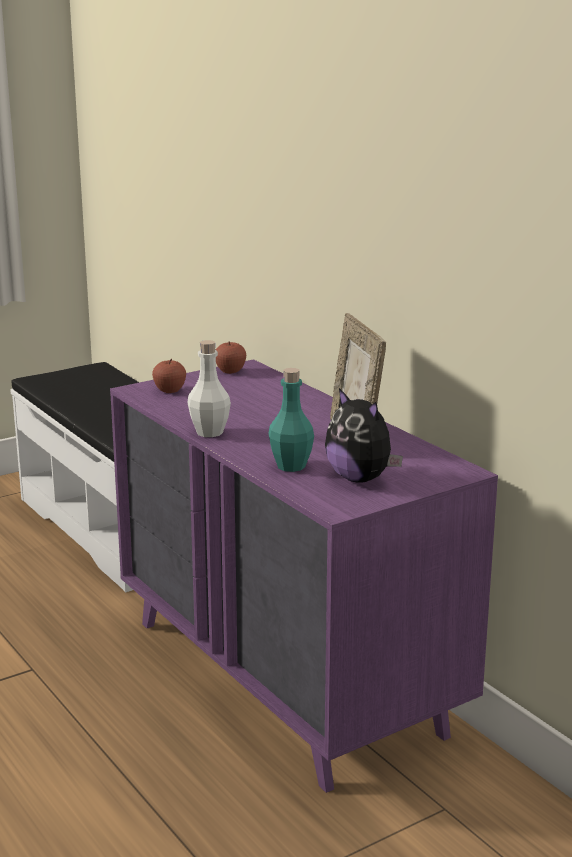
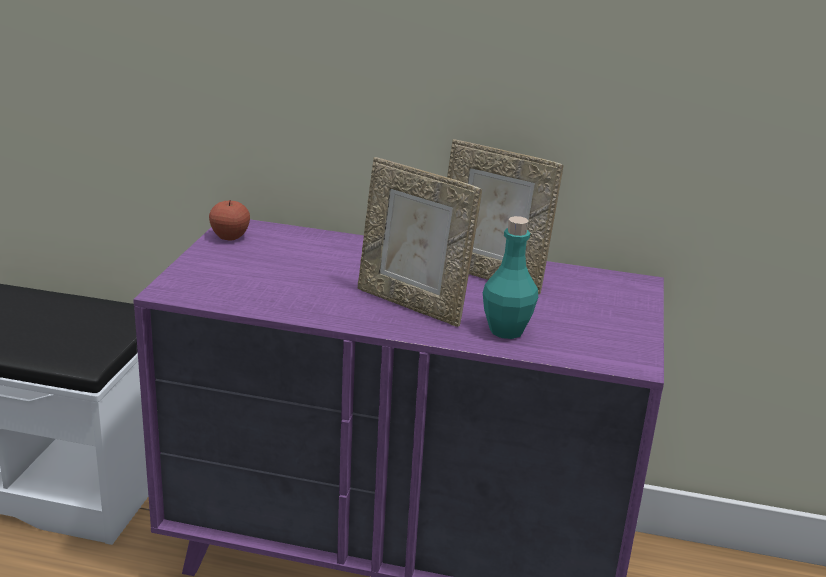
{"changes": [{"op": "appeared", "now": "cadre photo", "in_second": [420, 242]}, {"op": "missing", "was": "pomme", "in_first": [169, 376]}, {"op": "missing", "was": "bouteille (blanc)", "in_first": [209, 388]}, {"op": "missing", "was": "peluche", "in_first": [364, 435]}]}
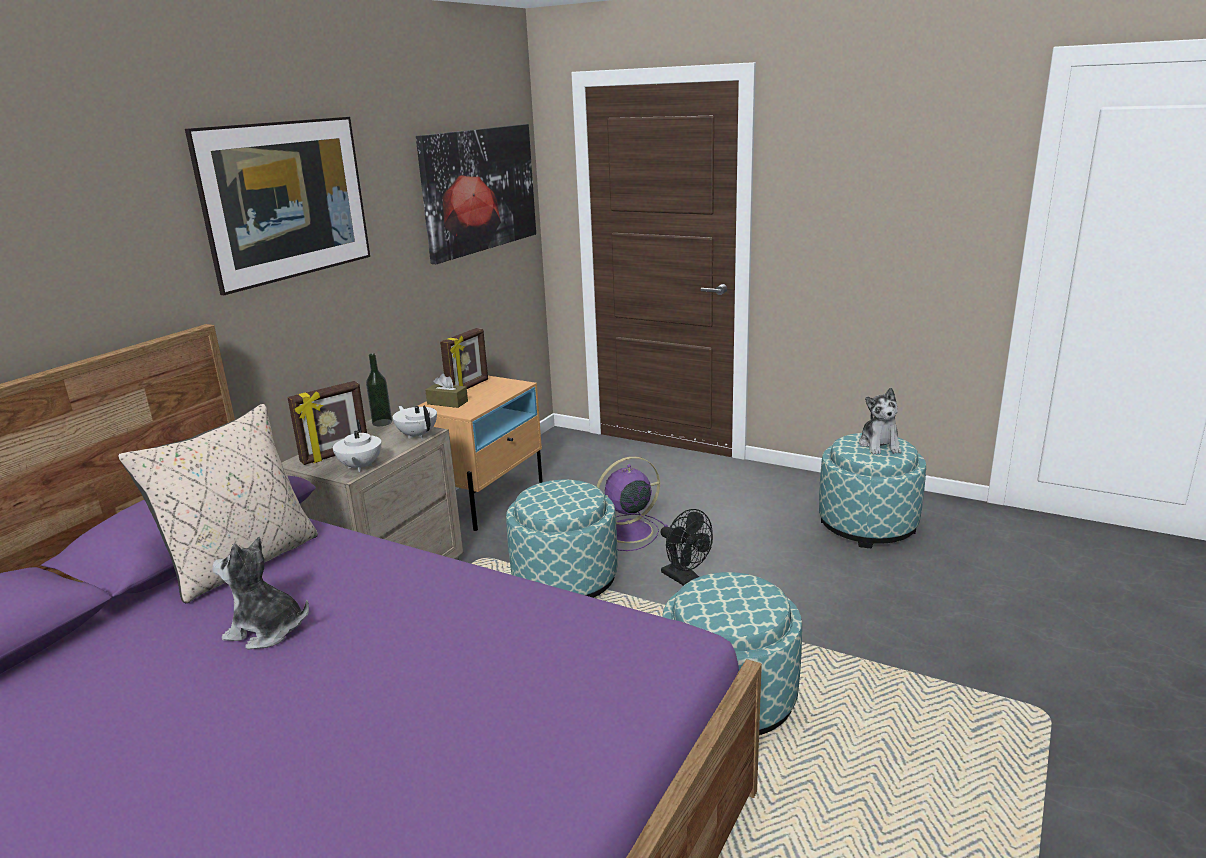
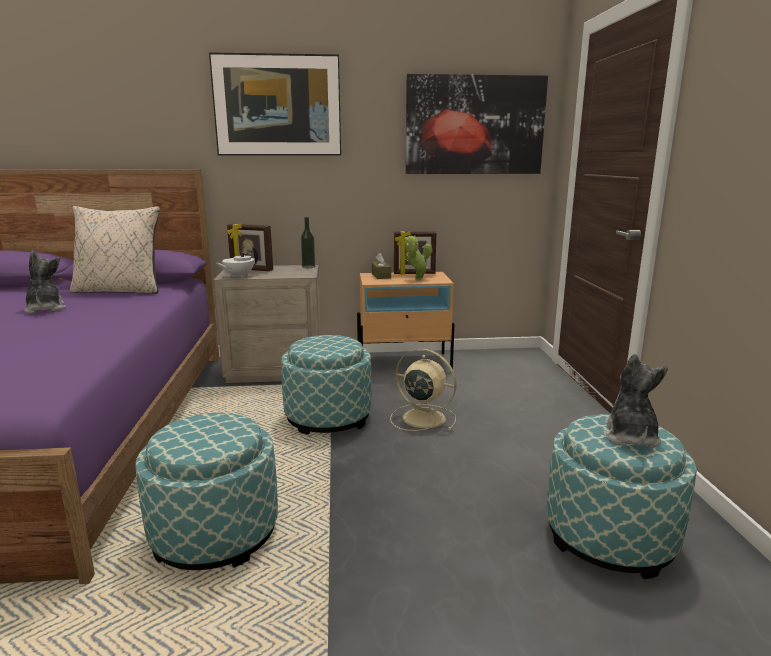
{"changes": [{"op": "colour", "was": "ventilateur (violet)", "now": "ventilateur (beige)", "in_first": [632, 503], "in_second": [423, 389]}, {"op": "appeared", "now": "plante en pot", "in_second": [419, 258]}, {"op": "spun", "was": "peluche", "in_first": [880, 421], "in_second": [635, 401], "clockwise": 135}, {"op": "missing", "was": "théière (blanc)", "in_first": [415, 422]}, {"op": "missing", "was": "ventilateur (noir)", "in_first": [686, 547]}]}
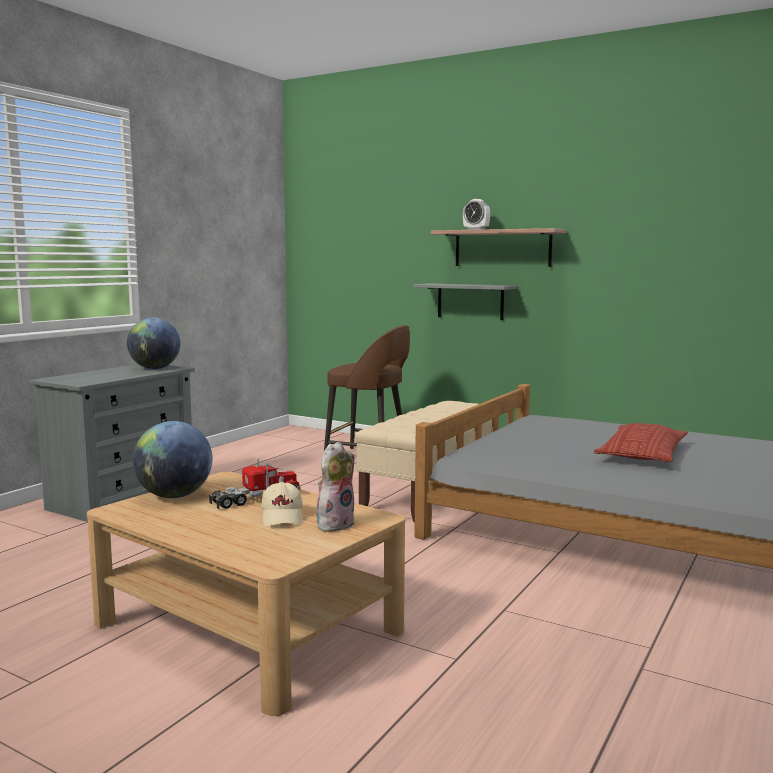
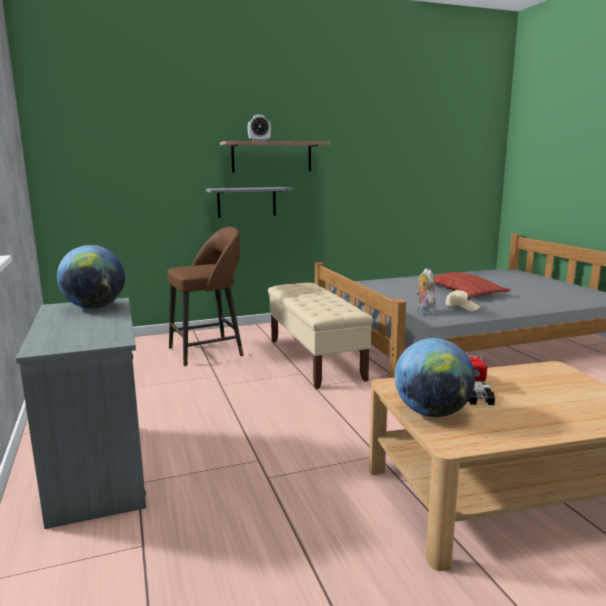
{"changes": [{"op": "relocated", "was": "peluche", "in_first": [335, 487], "in_second": [426, 291]}, {"op": "relocated", "was": "casquette (beige)", "in_first": [282, 503], "in_second": [463, 300]}]}
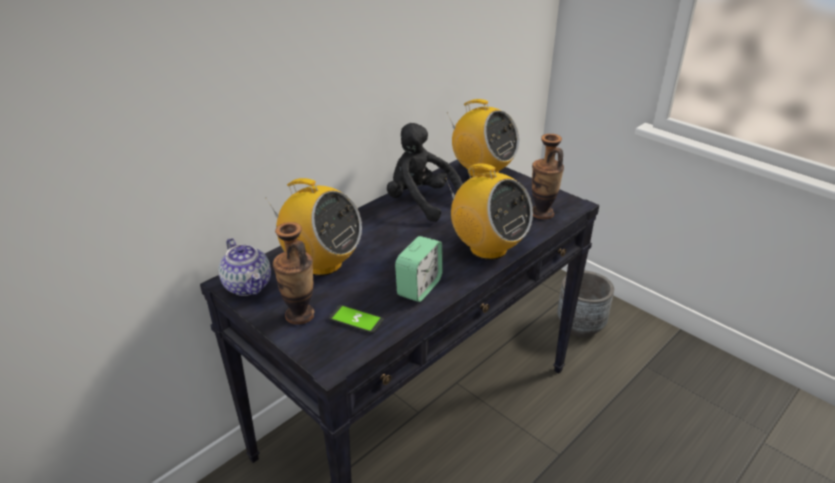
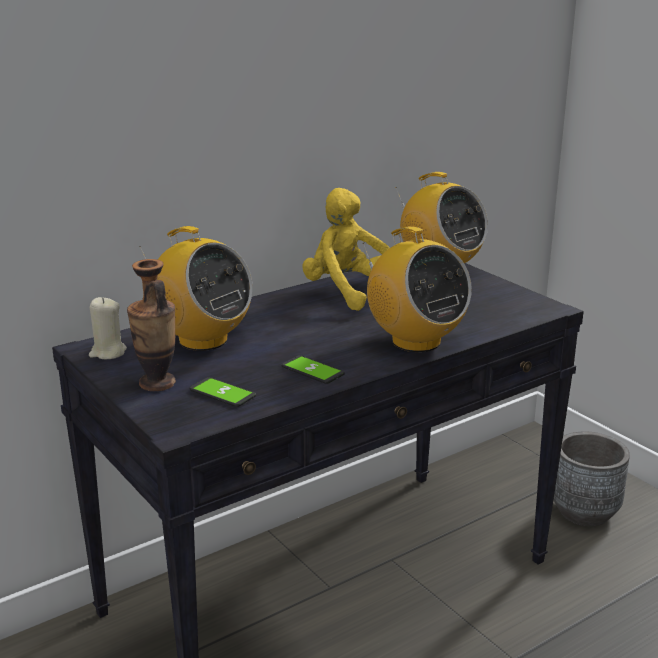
{"changes": [{"op": "exchanged", "was": "théière", "now": "bougie (beige)", "in_first": [245, 267], "in_second": [108, 328]}, {"op": "exchanged", "was": "réveil", "now": "téléphone", "in_first": [419, 269], "in_second": [313, 369]}, {"op": "colour", "was": "peluche (noir)", "now": "peluche (jaune)", "in_first": [425, 172], "in_second": [346, 249]}, {"op": "missing", "was": "vase", "in_first": [548, 176]}]}
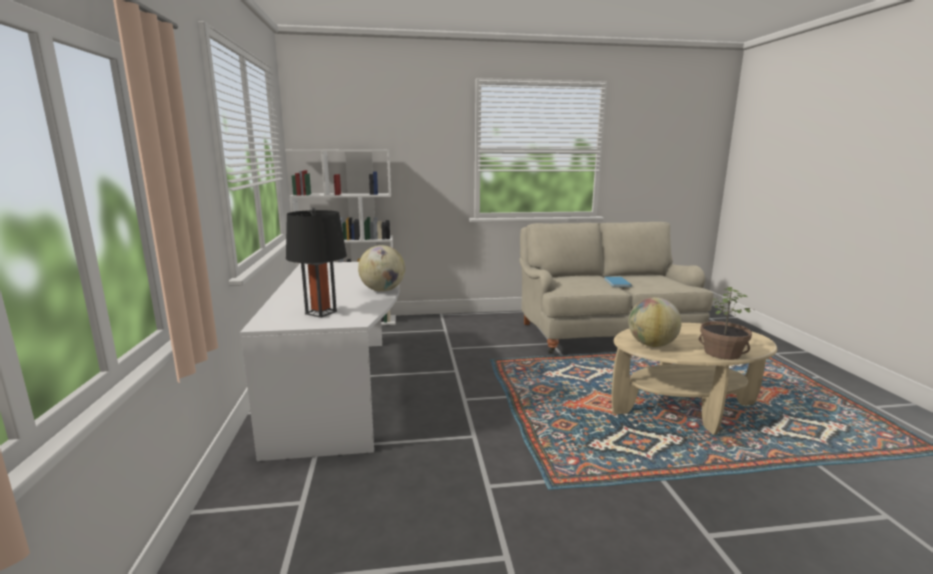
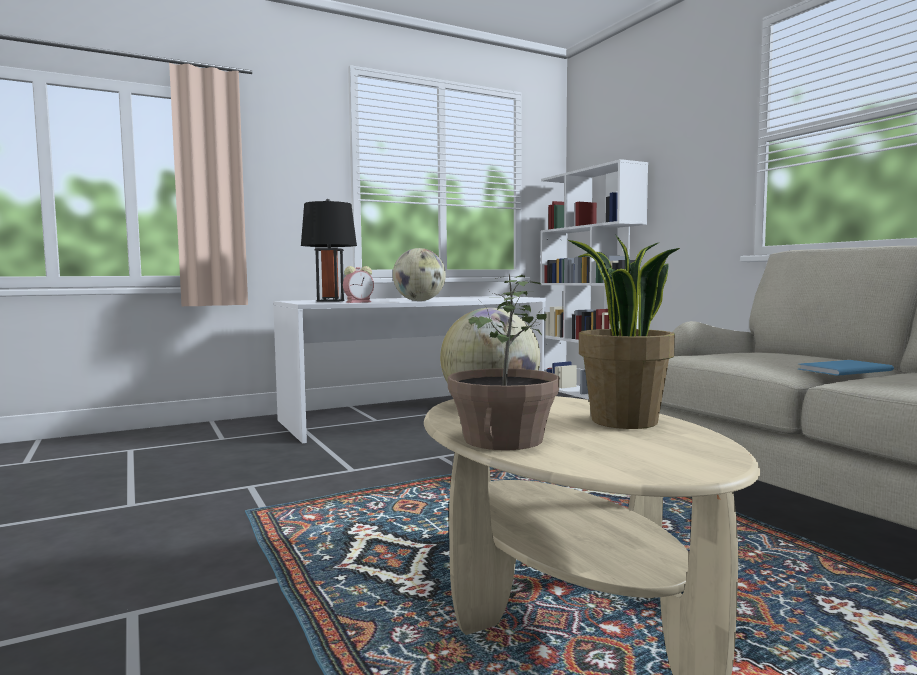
{"changes": [{"op": "appeared", "now": "réveil", "in_second": [358, 284]}, {"op": "appeared", "now": "plante en pot", "in_second": [624, 332]}]}
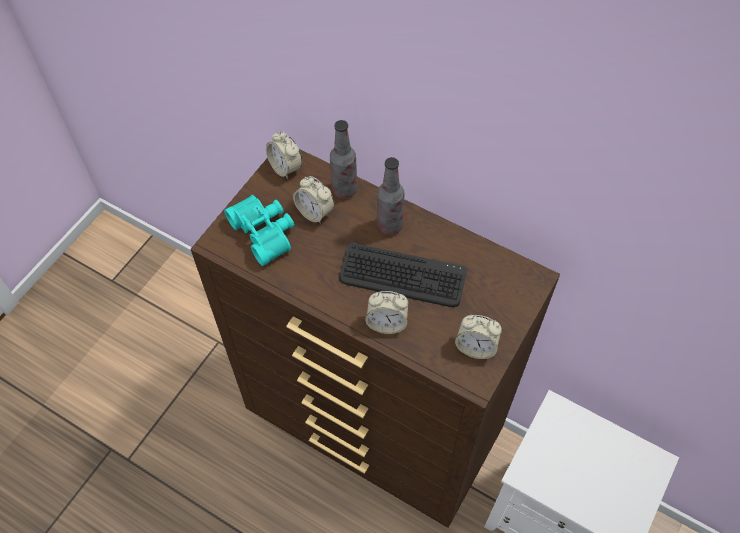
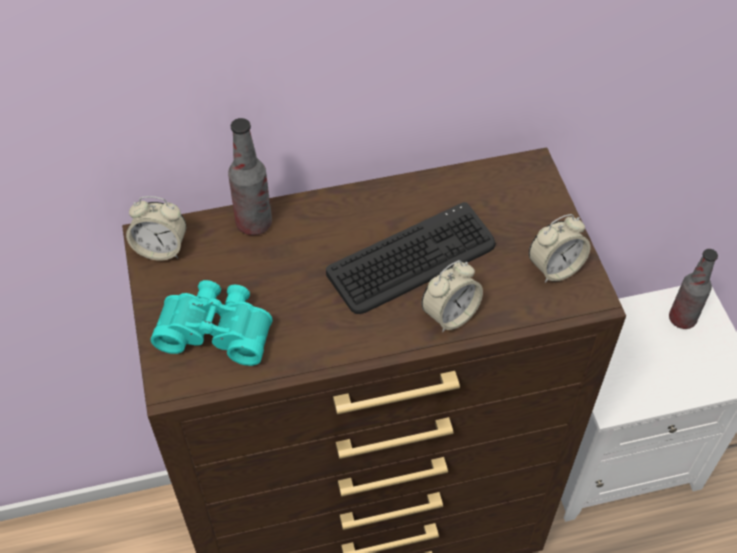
{"changes": [{"op": "relocated", "was": "bouteille", "in_first": [391, 196], "in_second": [693, 289]}, {"op": "missing", "was": "réveil", "in_first": [313, 200]}]}
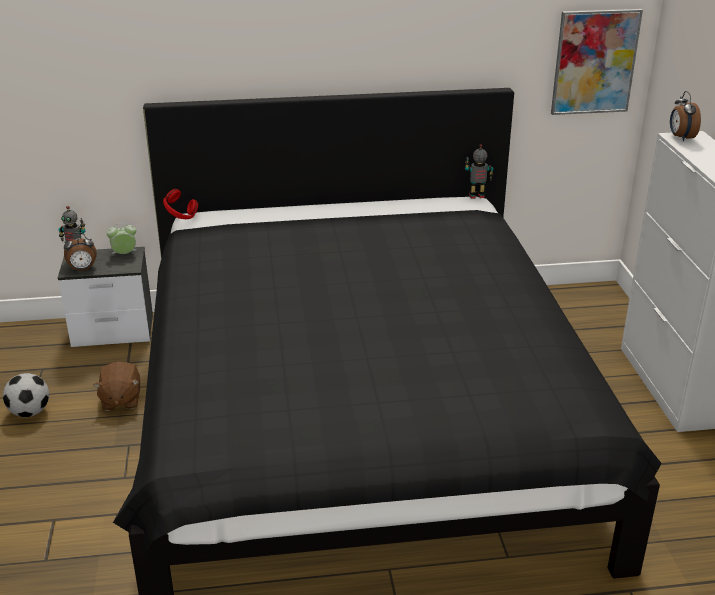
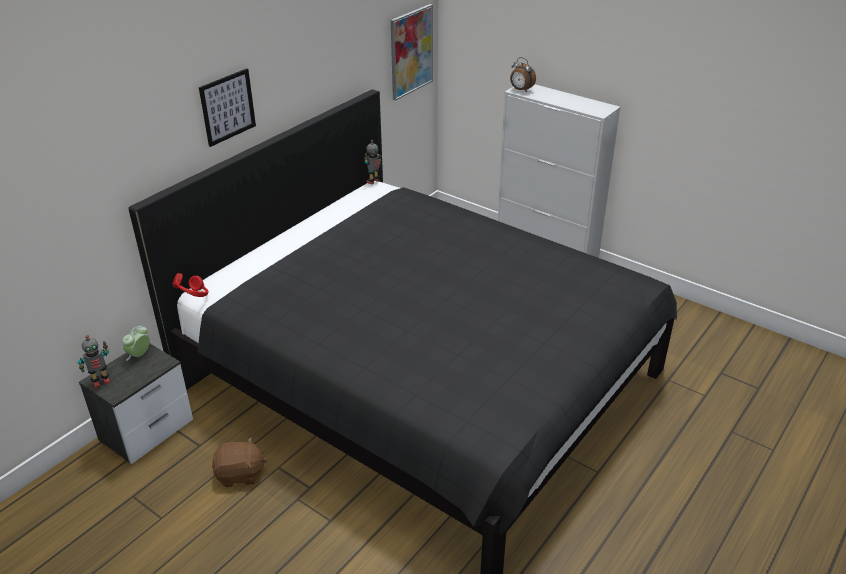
{"changes": [{"op": "appeared", "now": "tableau", "in_second": [227, 107]}, {"op": "spun", "was": "peluche (marron)", "in_first": [116, 386], "in_second": [239, 462], "clockwise": -45}, {"op": "missing", "was": "ballon de foot", "in_first": [26, 395]}, {"op": "missing", "was": "réveil", "in_first": [80, 252]}]}
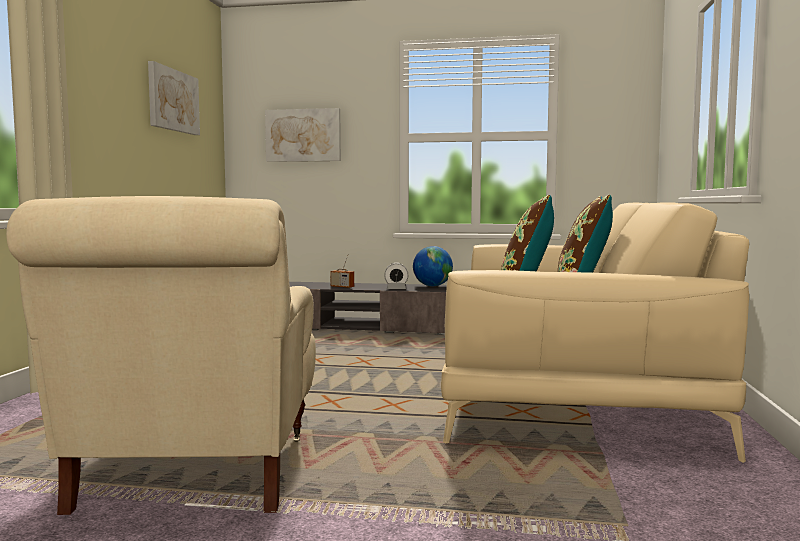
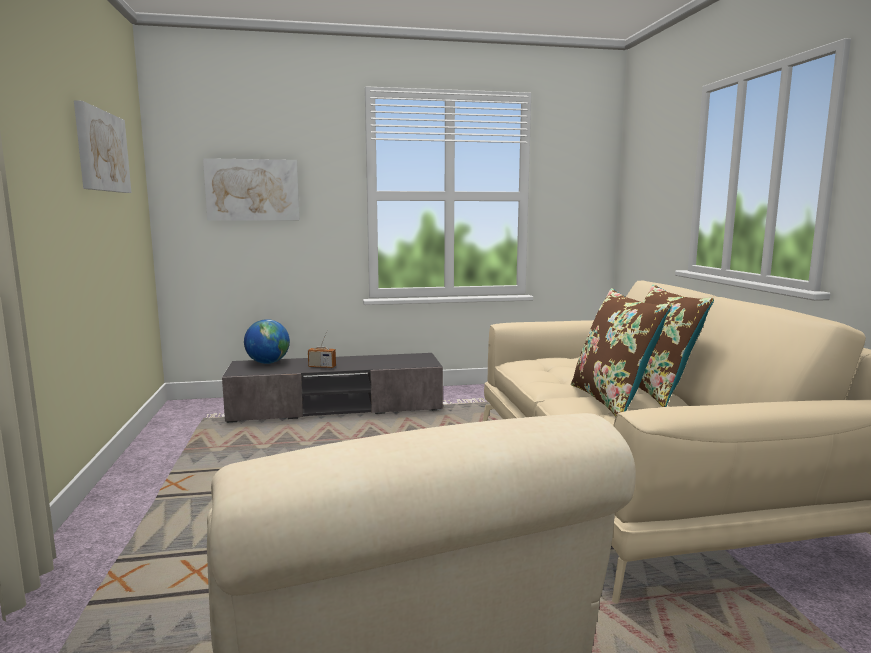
{"changes": [{"op": "relocated", "was": "globe", "in_first": [433, 266], "in_second": [267, 341]}, {"op": "missing", "was": "réveil", "in_first": [396, 276]}]}
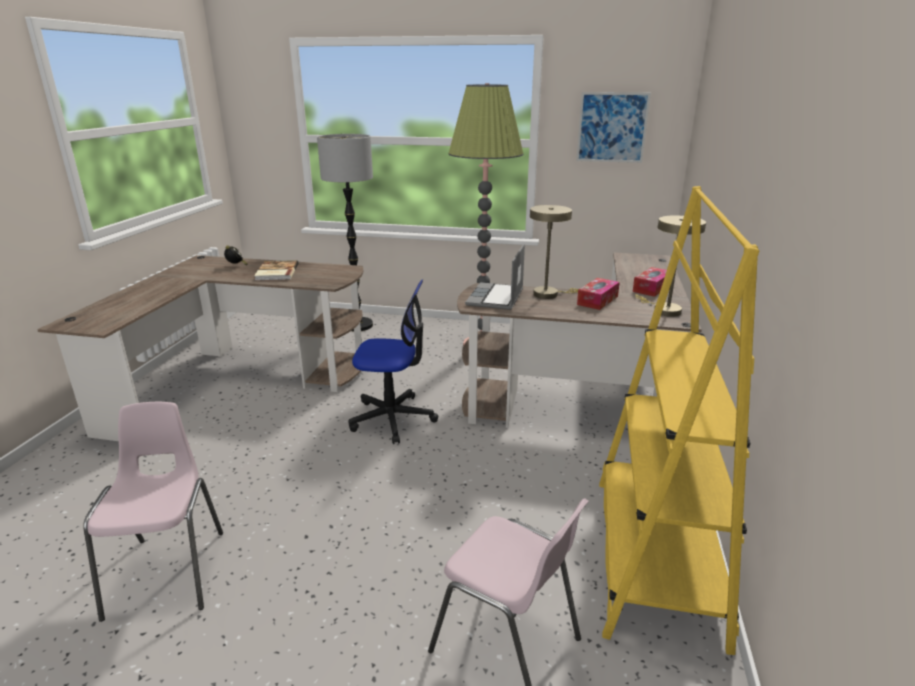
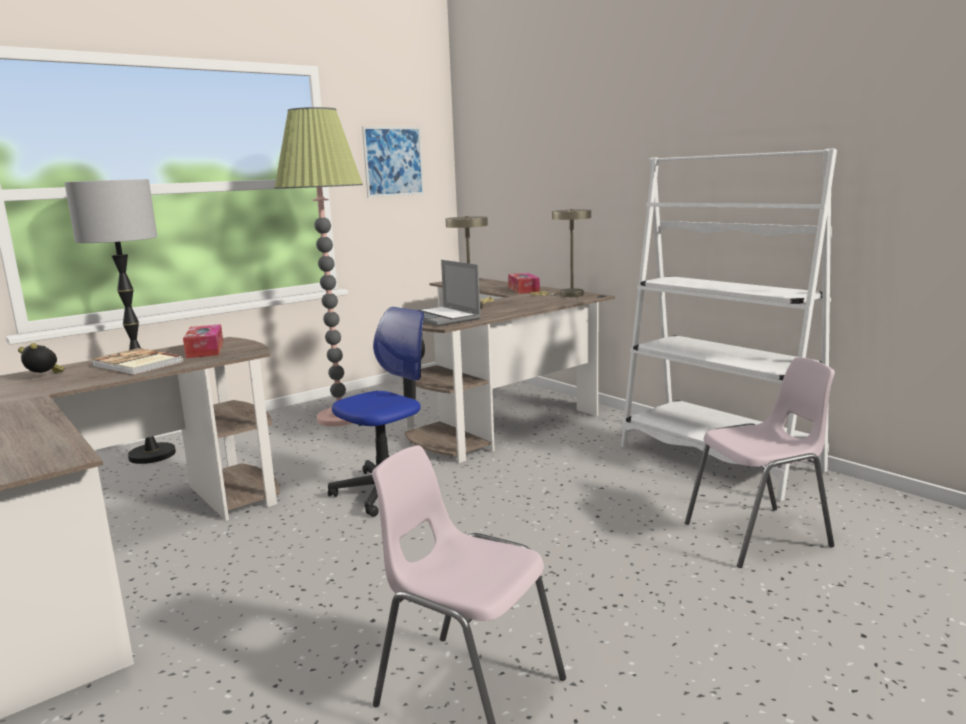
{"changes": [{"op": "relocated", "was": "boîte à mouchoirs", "in_first": [598, 294], "in_second": [203, 341]}, {"op": "colour", "was": "bibliothèque (jaune)", "now": "bibliothèque (blanc)", "in_first": [679, 420], "in_second": [729, 324]}]}
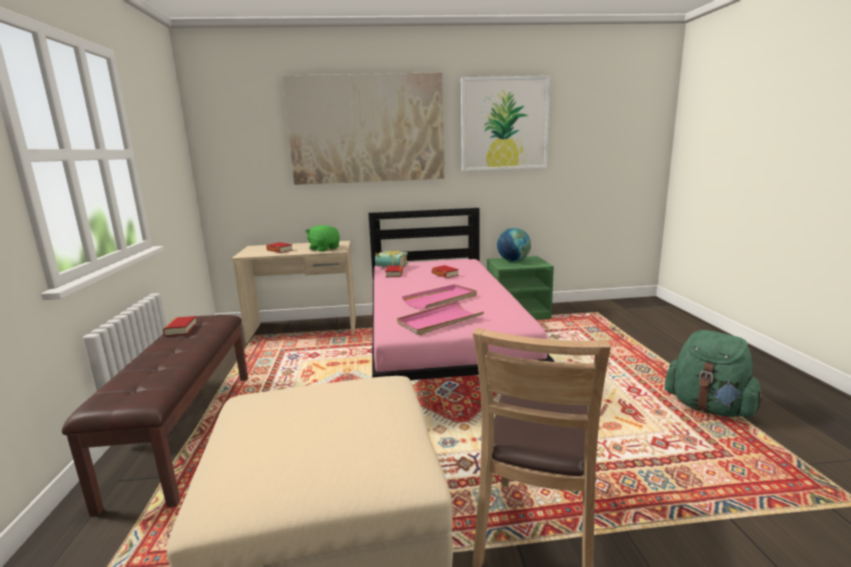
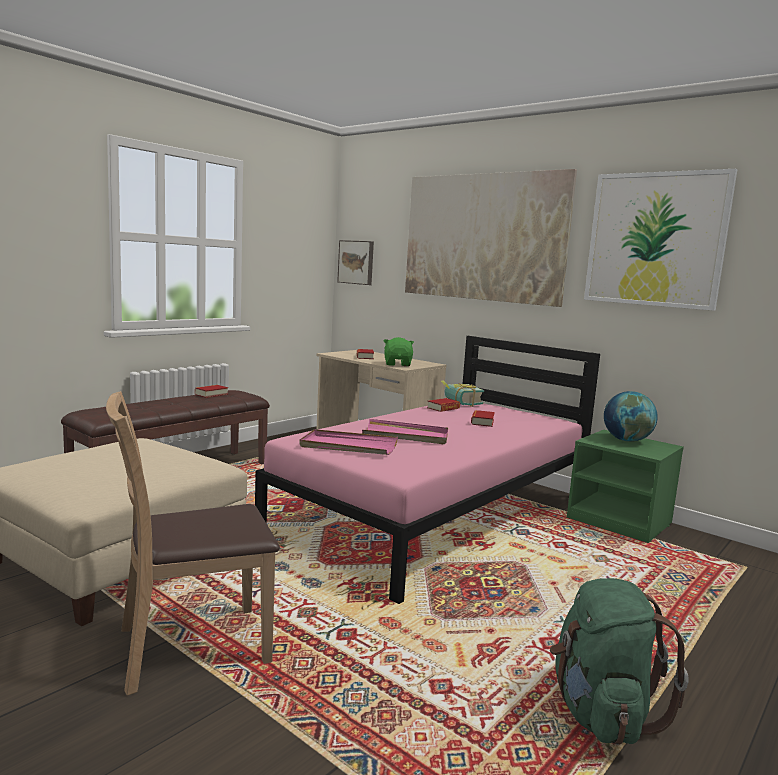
{"changes": [{"op": "appeared", "now": "tableau", "in_second": [355, 262]}]}
